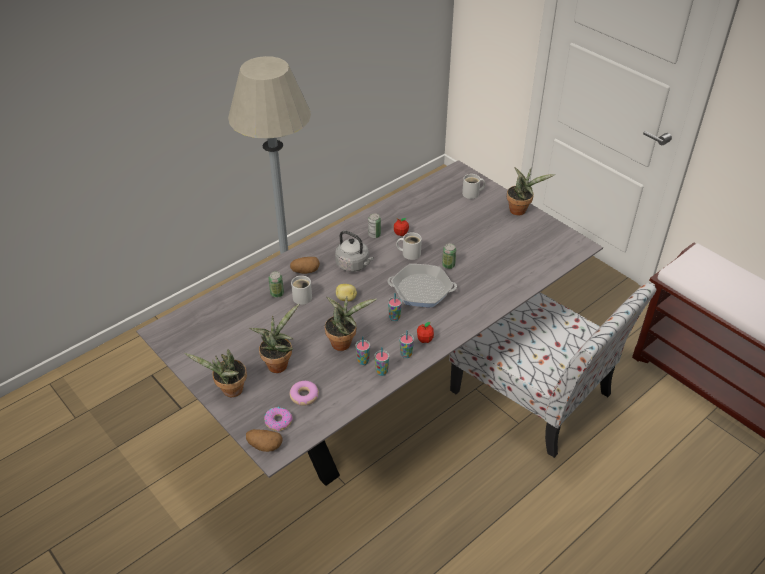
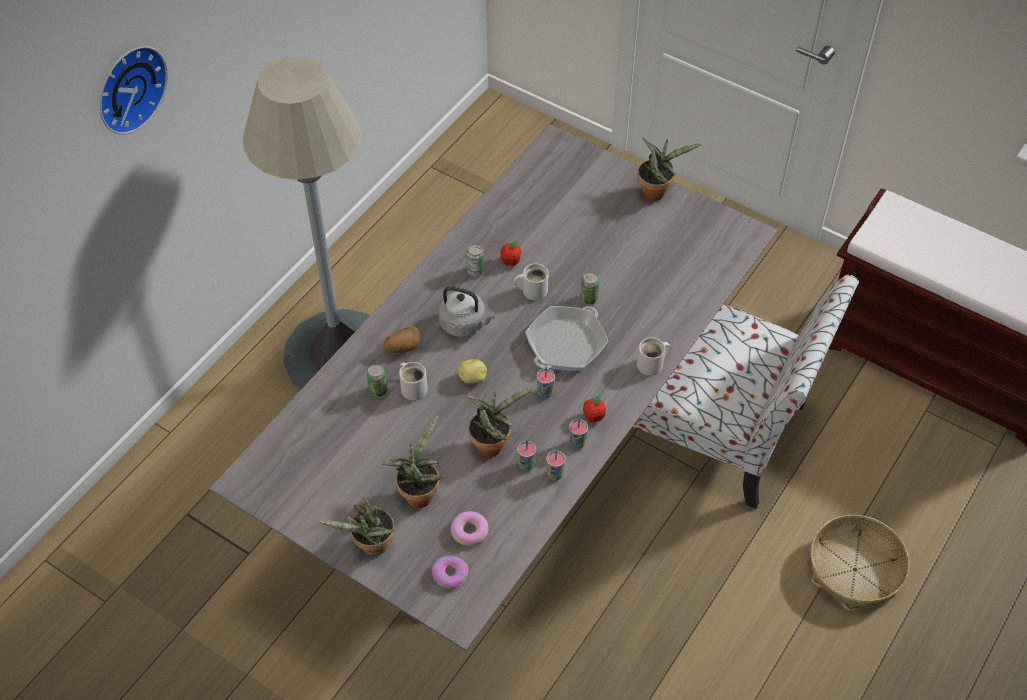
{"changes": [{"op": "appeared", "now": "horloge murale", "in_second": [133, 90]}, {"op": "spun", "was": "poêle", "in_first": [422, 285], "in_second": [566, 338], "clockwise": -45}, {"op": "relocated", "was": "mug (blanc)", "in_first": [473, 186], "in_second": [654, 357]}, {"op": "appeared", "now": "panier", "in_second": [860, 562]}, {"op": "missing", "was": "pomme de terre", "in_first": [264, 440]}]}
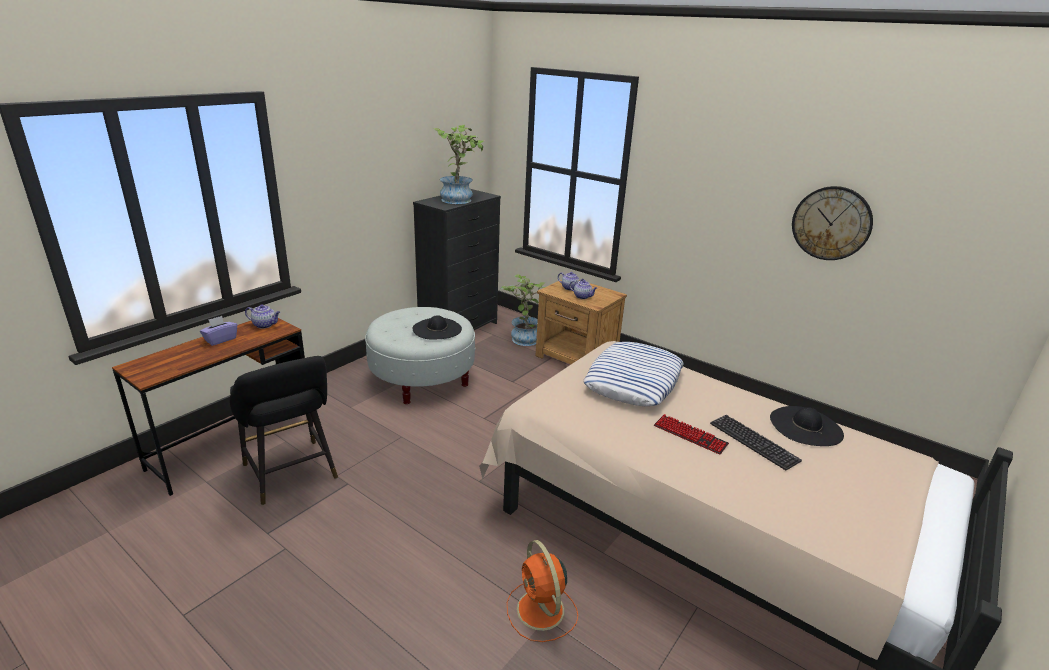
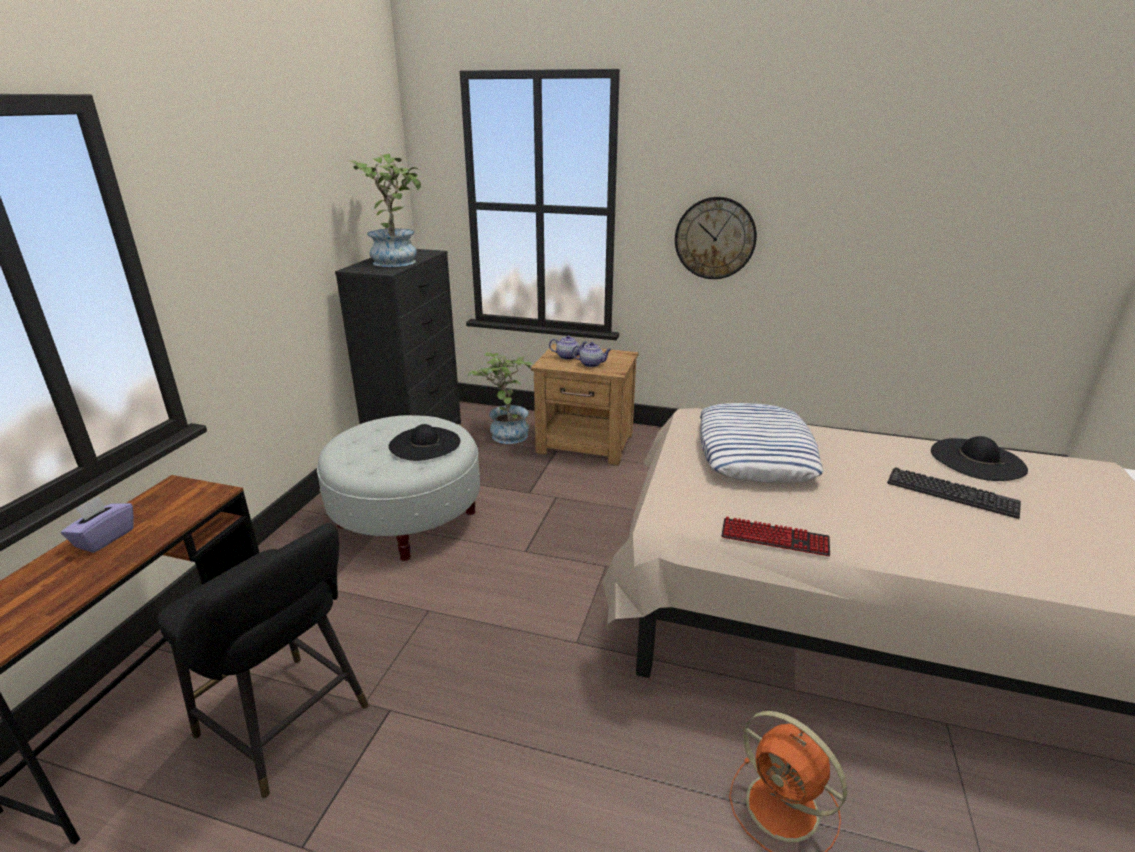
{"changes": [{"op": "relocated", "was": "horloge murale", "in_first": [832, 223], "in_second": [716, 238]}, {"op": "relocated", "was": "clavier", "in_first": [691, 434], "in_second": [775, 536]}, {"op": "missing", "was": "théière", "in_first": [262, 317]}]}
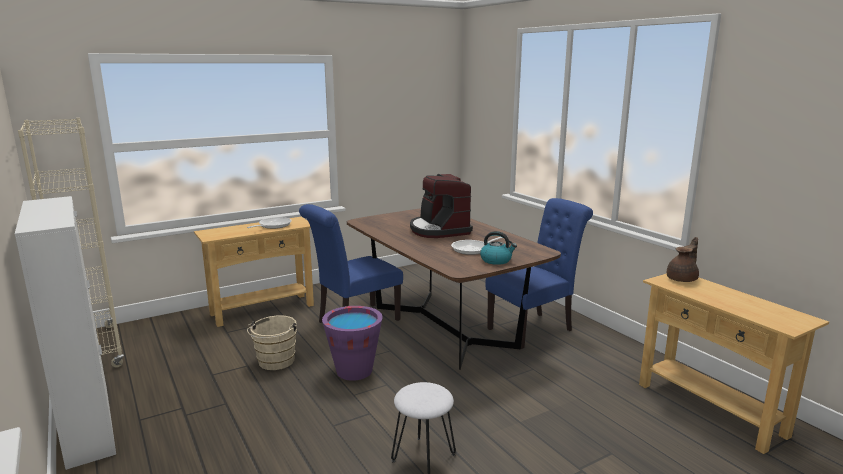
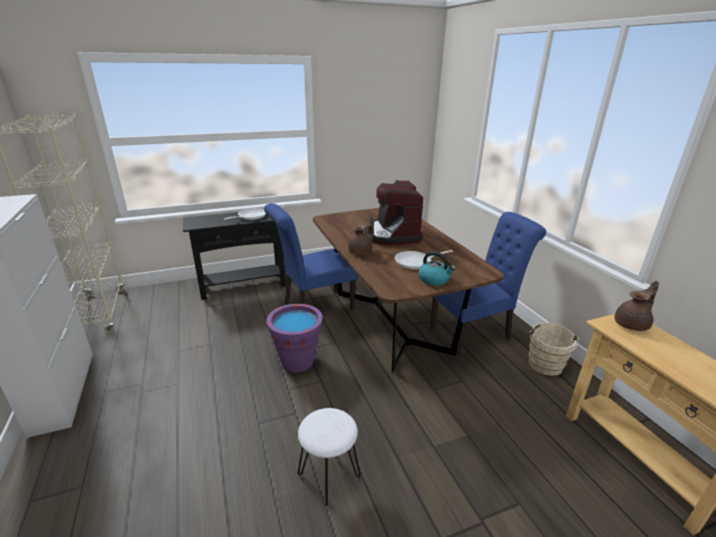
{"changes": [{"op": "colour", "was": "table console (beige)", "now": "table console (noir)", "in_first": [254, 272], "in_second": [234, 256]}, {"op": "appeared", "now": "théière (marron)", "in_second": [361, 236]}, {"op": "relocated", "was": "seau (beige)", "in_first": [272, 342], "in_second": [554, 349]}]}
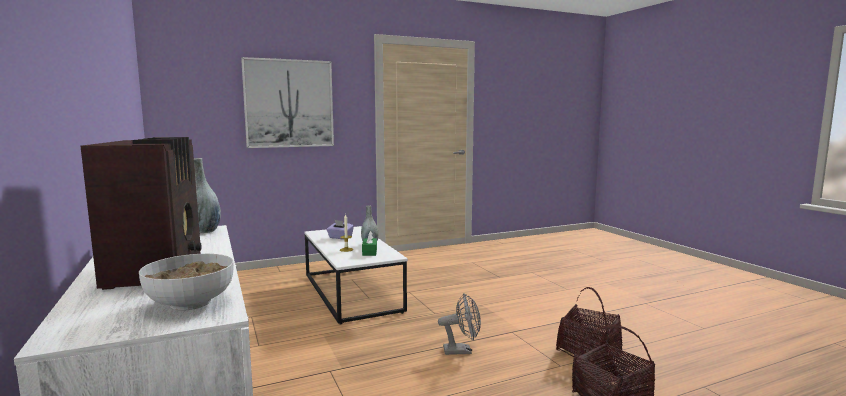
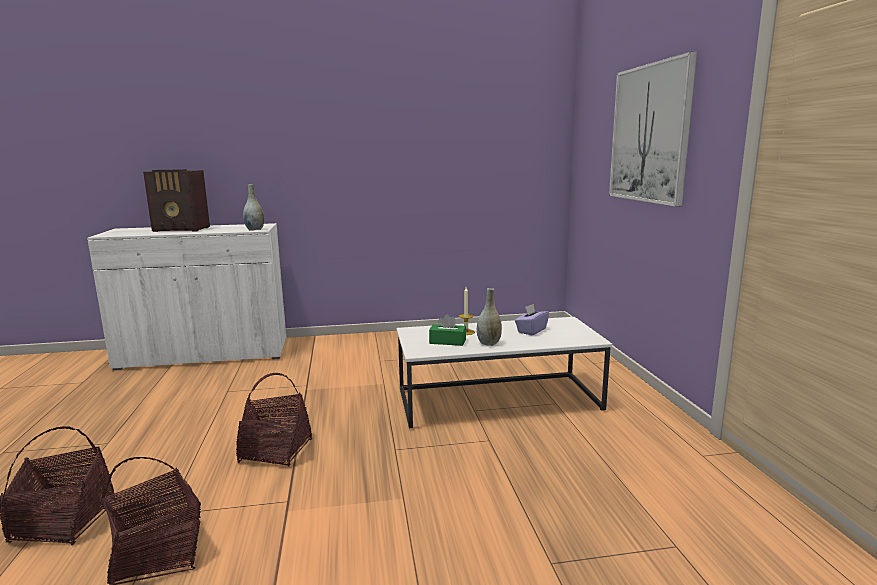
{"changes": [{"op": "exchanged", "was": "ventilateur (gris)", "now": "panier", "in_first": [459, 324], "in_second": [274, 420]}, {"op": "missing", "was": "bol", "in_first": [186, 282]}]}
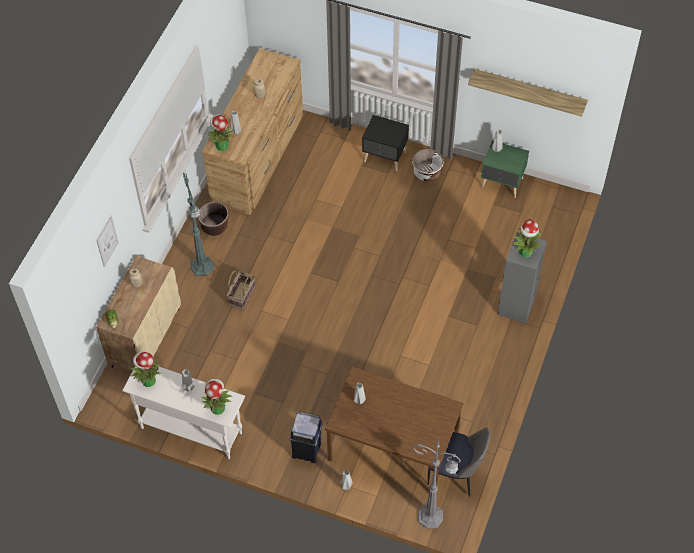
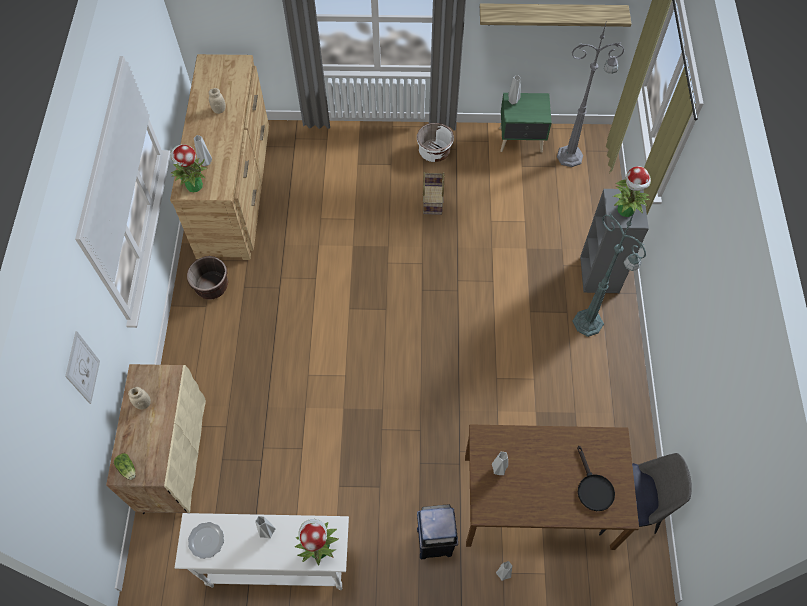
{"changes": [{"op": "exchanged", "was": "plante en pot", "now": "assiette", "in_first": [145, 369], "in_second": [206, 540]}, {"op": "relocated", "was": "panier", "in_first": [240, 290], "in_second": [433, 193]}, {"op": "relocated", "was": "lampadaire (gris)", "in_first": [437, 483], "in_second": [590, 93]}, {"op": "relocated", "was": "lampadaire (vert)", "in_first": [198, 223], "in_second": [609, 273]}, {"op": "appeared", "now": "poêle (noir)", "in_second": [596, 478]}, {"op": "missing", "was": "table de chevet (noir)", "in_first": [385, 143]}]}
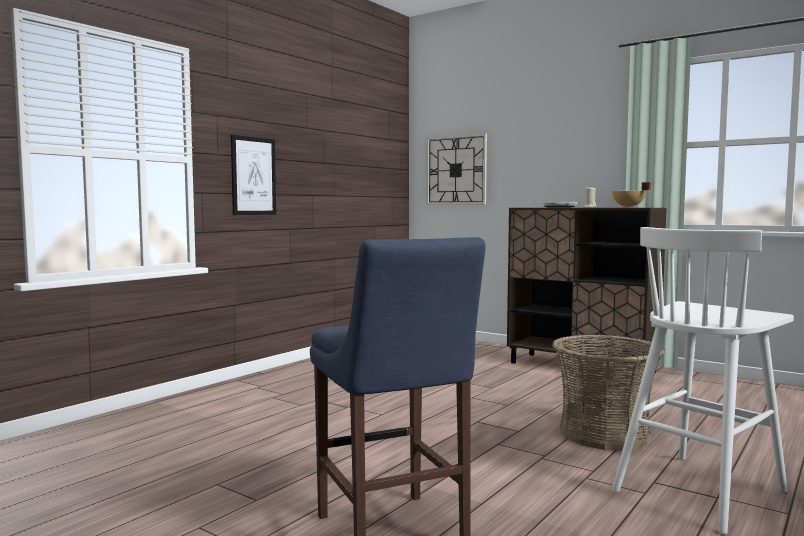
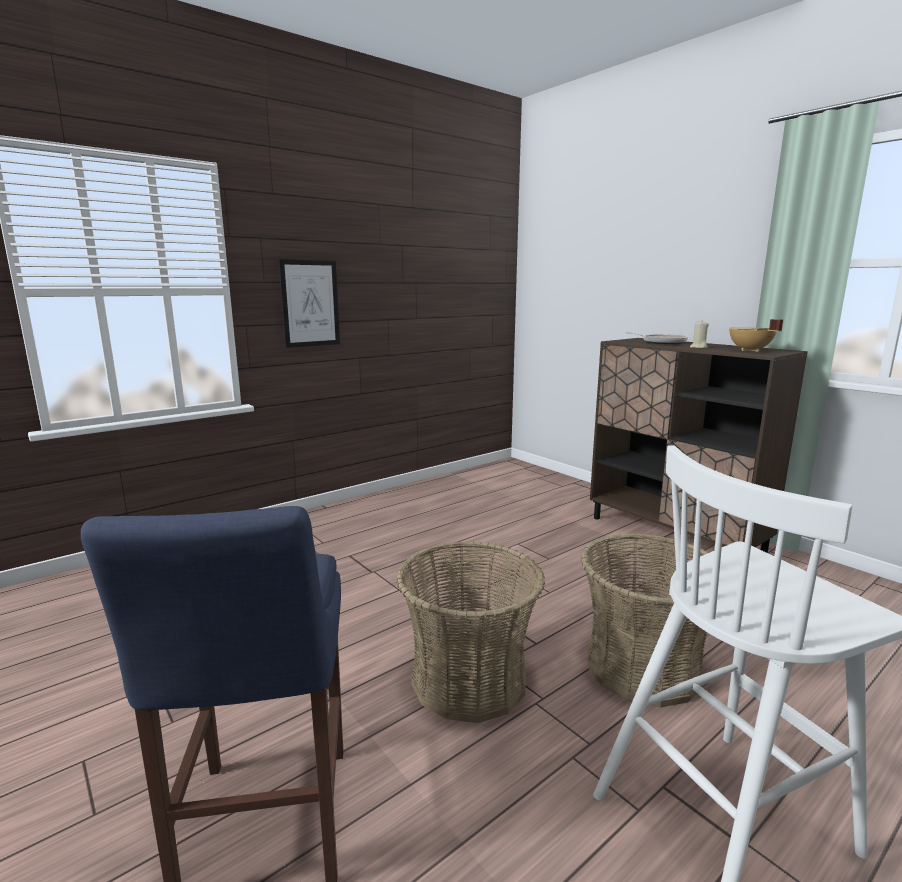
{"changes": [{"op": "appeared", "now": "panier", "in_second": [470, 632]}, {"op": "missing", "was": "horloge murale", "in_first": [456, 169]}]}
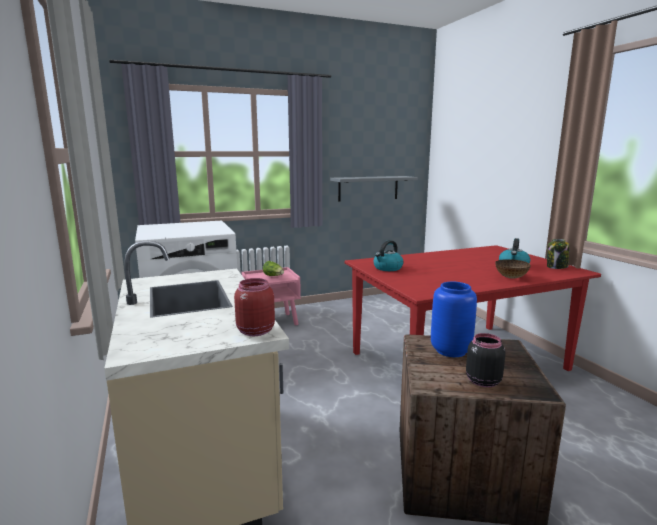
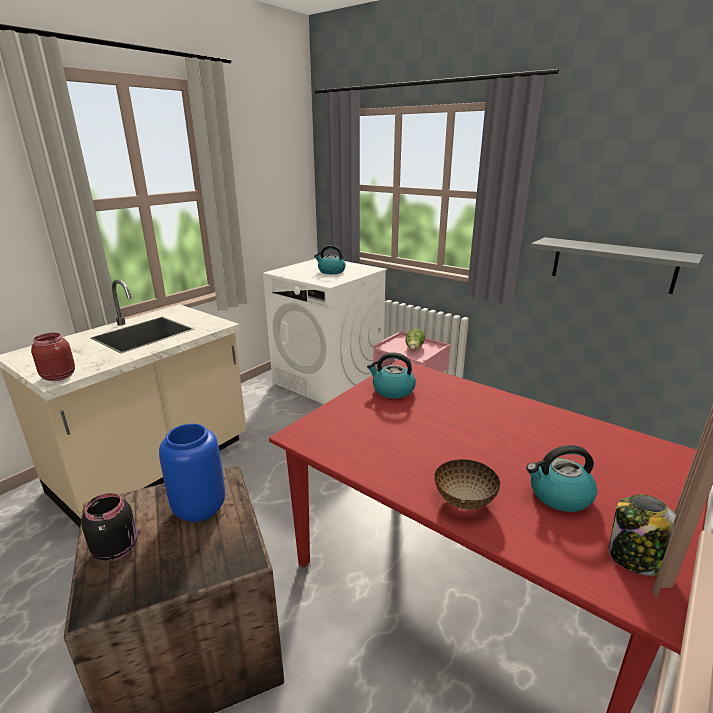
{"changes": [{"op": "appeared", "now": "bouilloire", "in_second": [330, 259]}]}
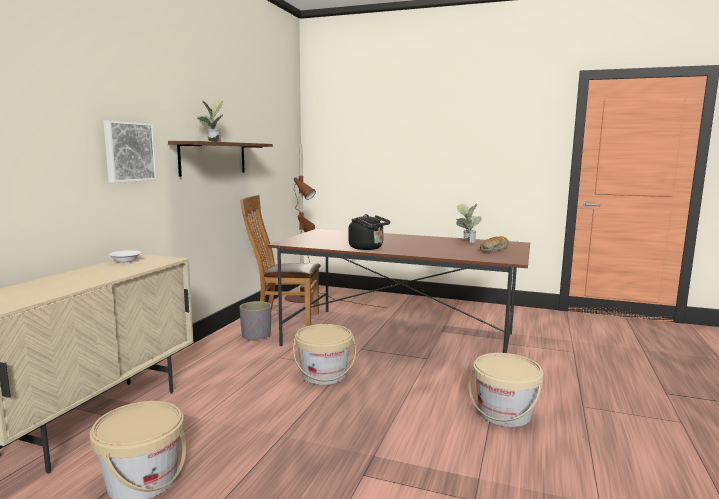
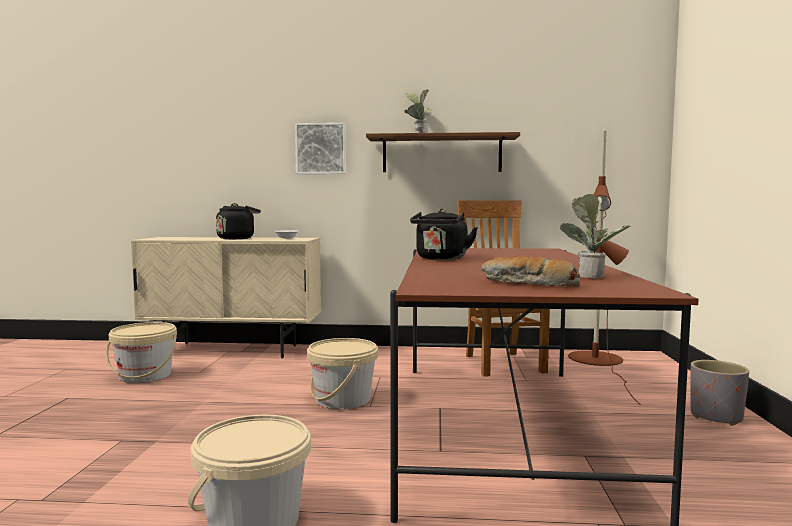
{"changes": [{"op": "appeared", "now": "bouilloire (noir)", "in_second": [238, 221]}, {"op": "relocated", "was": "cache-pot (gris)", "in_first": [255, 321], "in_second": [719, 393]}]}
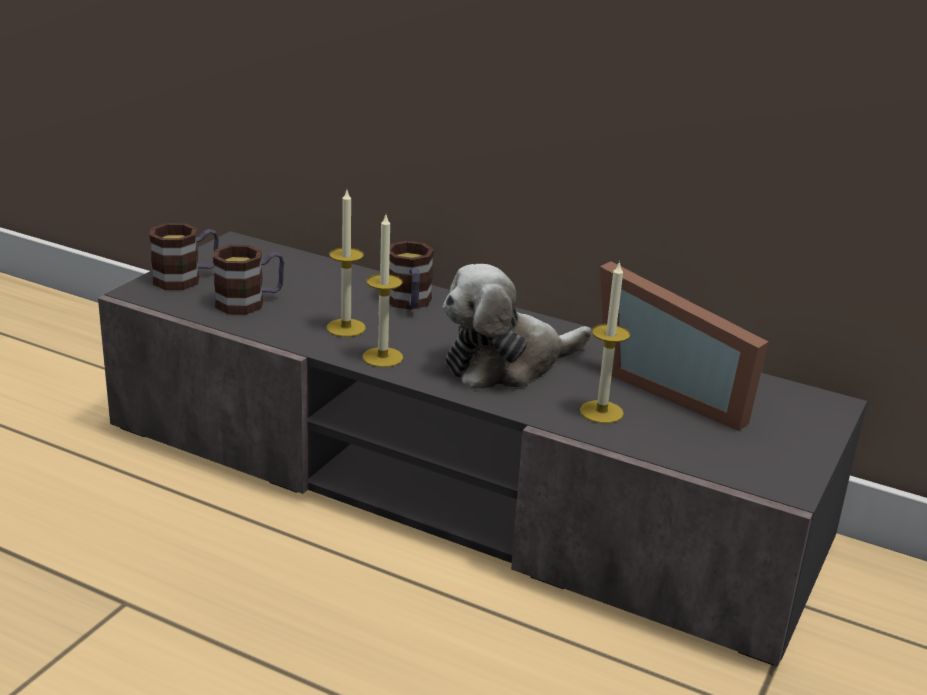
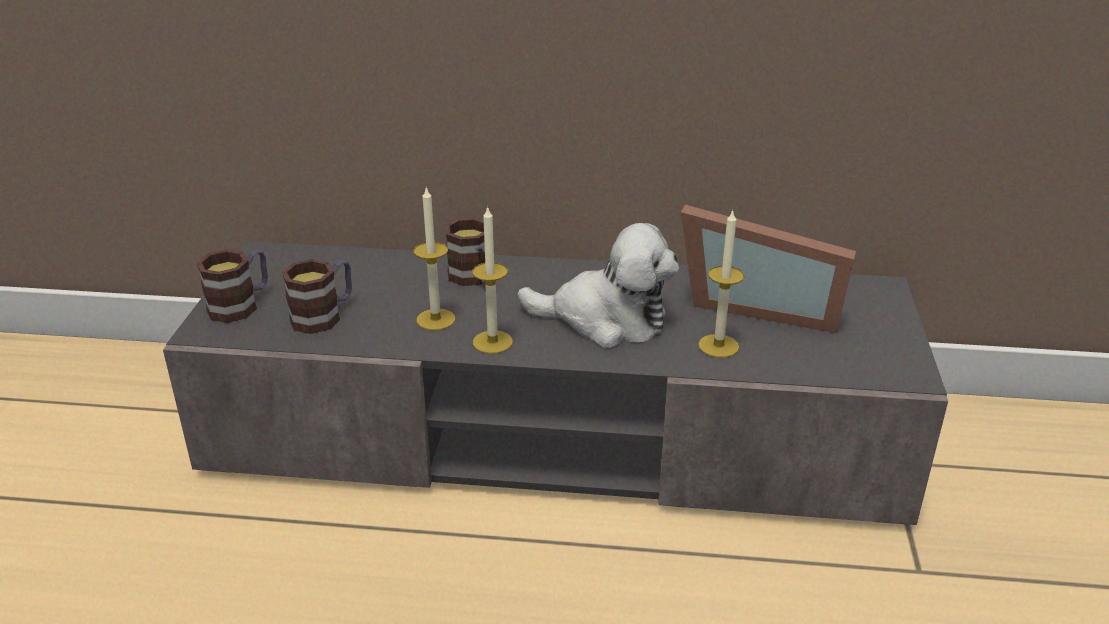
{"changes": [{"op": "spun", "was": "peluche", "in_first": [516, 326], "in_second": [598, 285], "clockwise": -120}]}
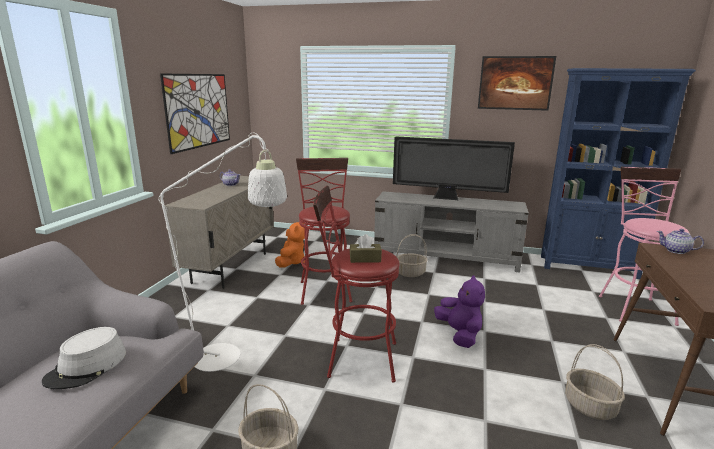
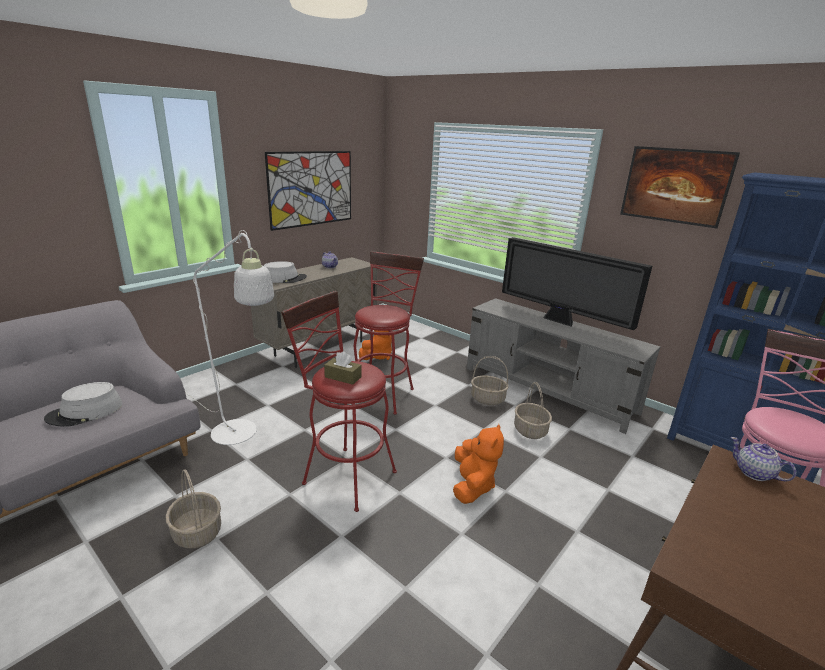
{"changes": [{"op": "appeared", "now": "chapeau (gris)", "in_second": [285, 272]}, {"op": "colour", "was": "peluche (violet)", "now": "peluche (orange)", "in_first": [459, 311], "in_second": [478, 464]}, {"op": "relocated", "was": "panier", "in_first": [595, 382], "in_second": [533, 410]}]}
